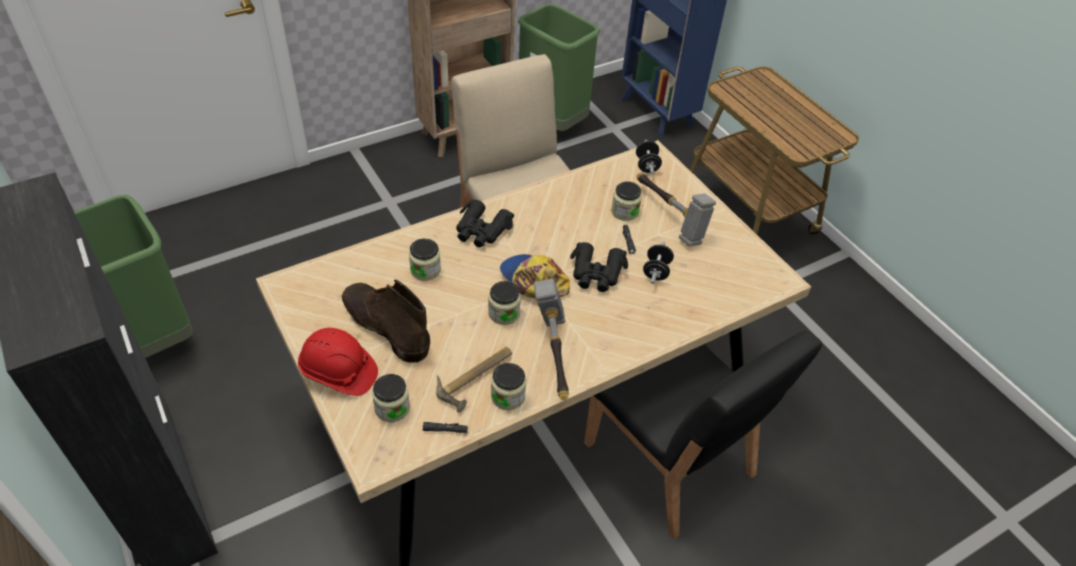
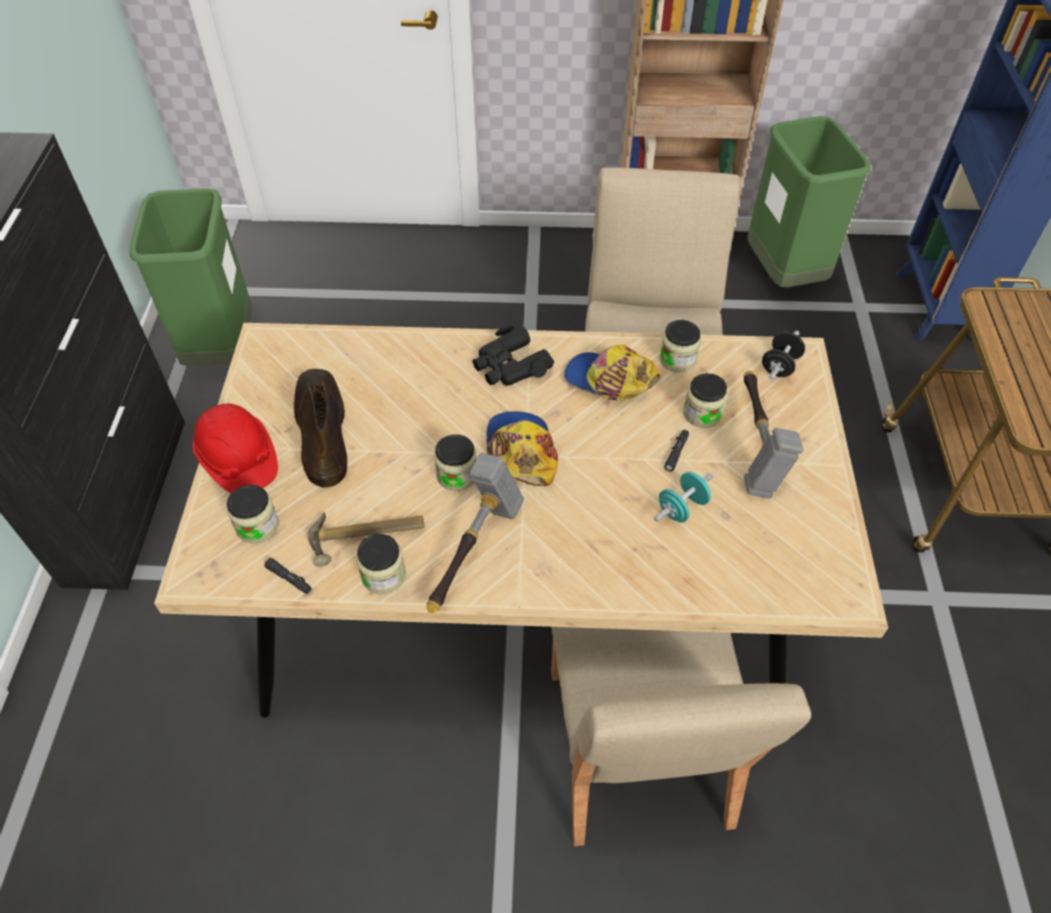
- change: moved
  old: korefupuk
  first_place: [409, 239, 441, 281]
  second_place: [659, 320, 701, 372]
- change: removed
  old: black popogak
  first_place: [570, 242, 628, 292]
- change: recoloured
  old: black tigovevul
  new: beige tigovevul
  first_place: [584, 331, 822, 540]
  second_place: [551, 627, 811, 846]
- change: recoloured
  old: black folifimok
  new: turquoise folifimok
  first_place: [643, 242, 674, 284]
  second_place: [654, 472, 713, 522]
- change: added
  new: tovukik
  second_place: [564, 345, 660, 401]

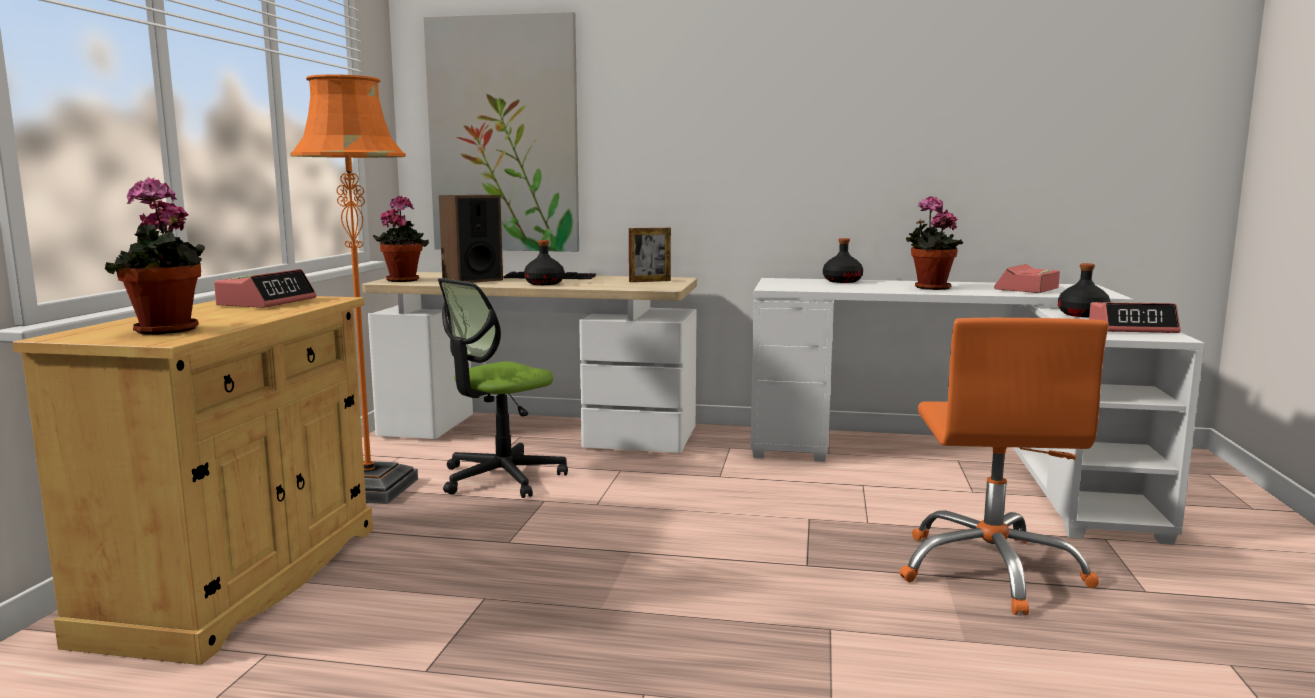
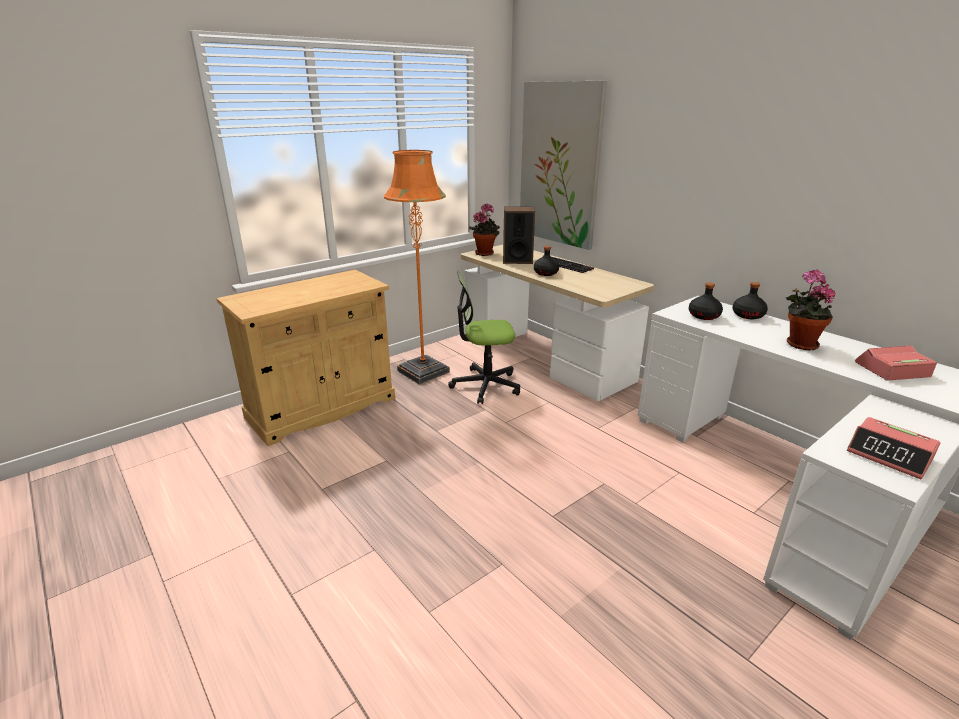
- change: removed
  old: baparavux
  first_place: [105, 177, 205, 335]
- change: removed
  old: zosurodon
  first_place: [214, 269, 316, 308]
- change: removed
  old: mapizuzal
  first_place: [629, 228, 671, 282]
- change: removed
  old: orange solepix
  first_place: [900, 318, 1108, 615]
- change: moved
  old: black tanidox
  first_place: [1058, 263, 1111, 317]
  second_place: [689, 282, 723, 320]

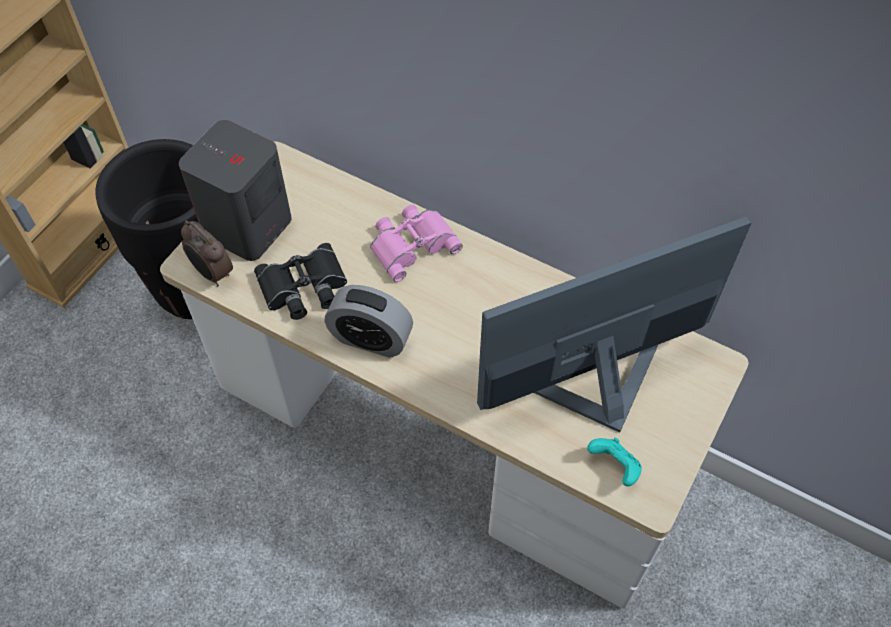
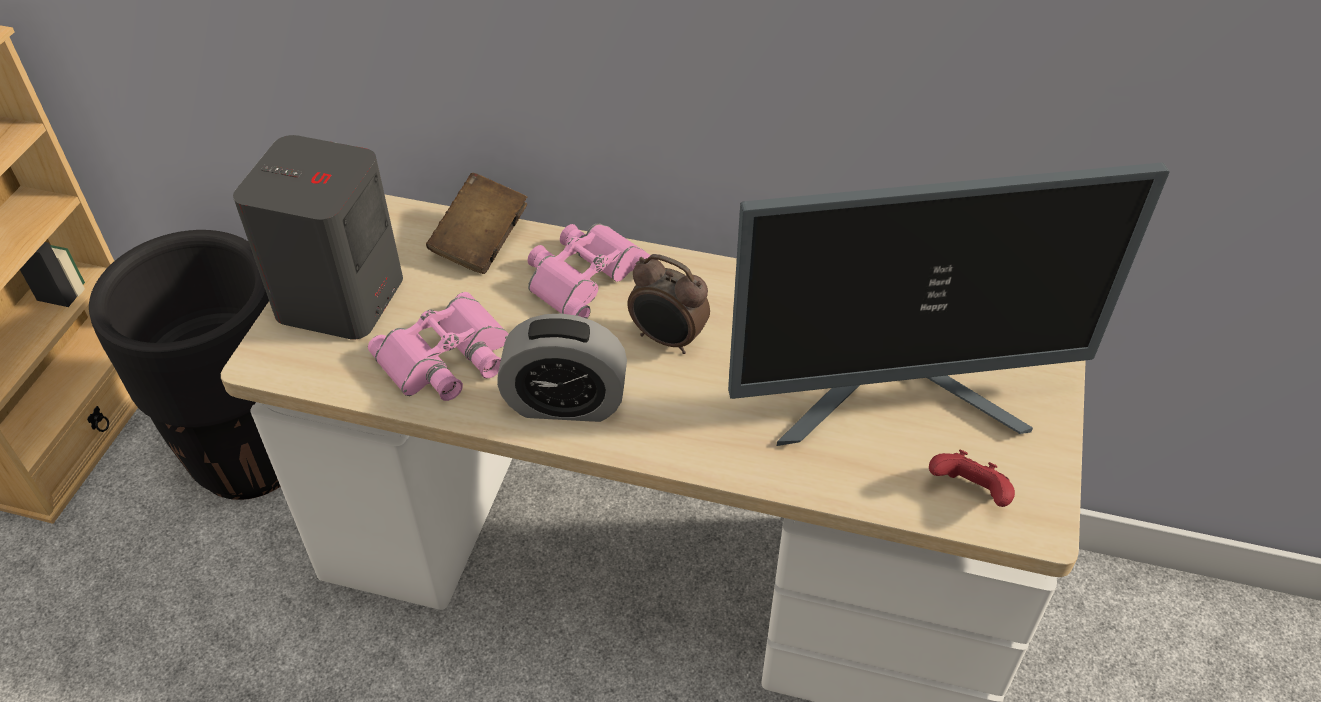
- change: moved
  old: zosurodon
  first_place: [181, 221, 233, 286]
  second_place: [627, 254, 710, 354]
- change: recoloured
  old: black popogak
  new: pink popogak
  first_place: [254, 243, 347, 320]
  second_place: [368, 292, 509, 401]
- change: turned
  old: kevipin
  first_place: [477, 217, 751, 433]
  second_place: [728, 163, 1170, 446]
  degrees: -150
- change: recoloured
  old: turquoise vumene
  new: red vumene
  first_place: [587, 438, 642, 486]
  second_place: [929, 449, 1015, 507]
- change: added
  new: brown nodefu
  second_place: [426, 173, 527, 274]

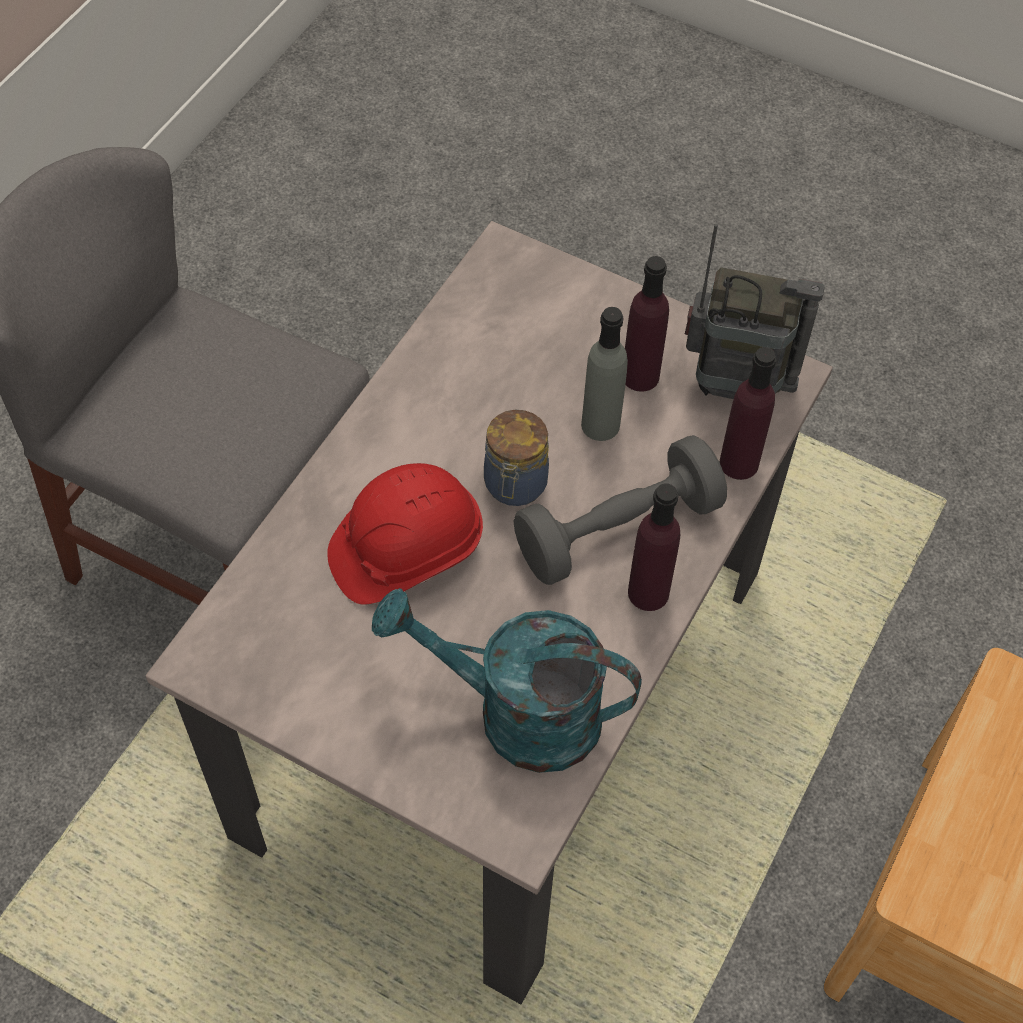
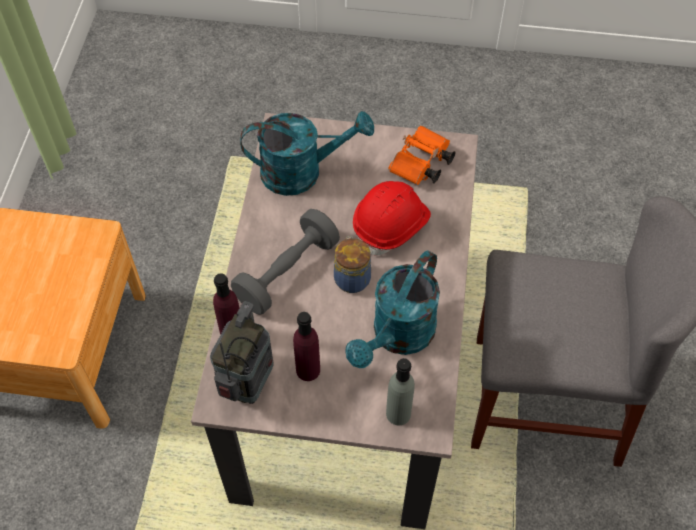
- change: moved
  old: grey tanidox
  first_place: [581, 307, 628, 441]
  second_place: [386, 358, 415, 425]
- change: removed
  old: purple tanidox
  first_place: [628, 484, 680, 611]
- change: turned
  old: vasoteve
  first_place: [685, 224, 825, 399]
  second_place: [210, 301, 274, 404]
  degrees: 120
- change: added
  new: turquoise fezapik
  second_place: [345, 250, 440, 368]
- change: added
  new: orange popogak
  second_place: [389, 126, 455, 185]

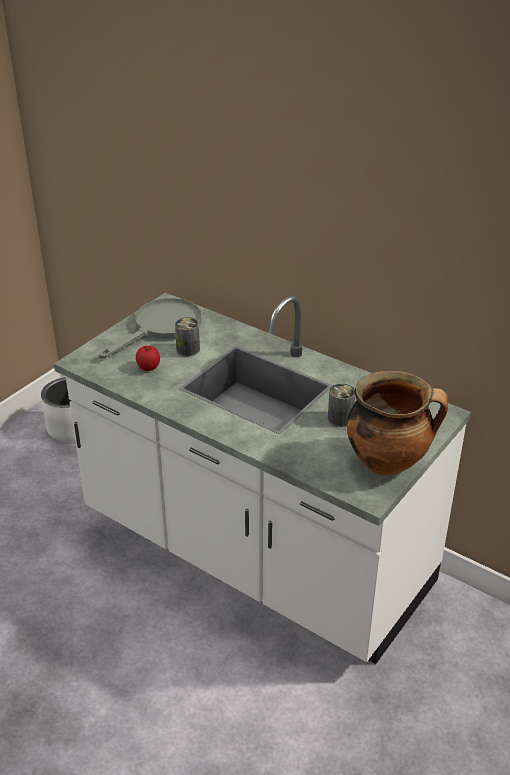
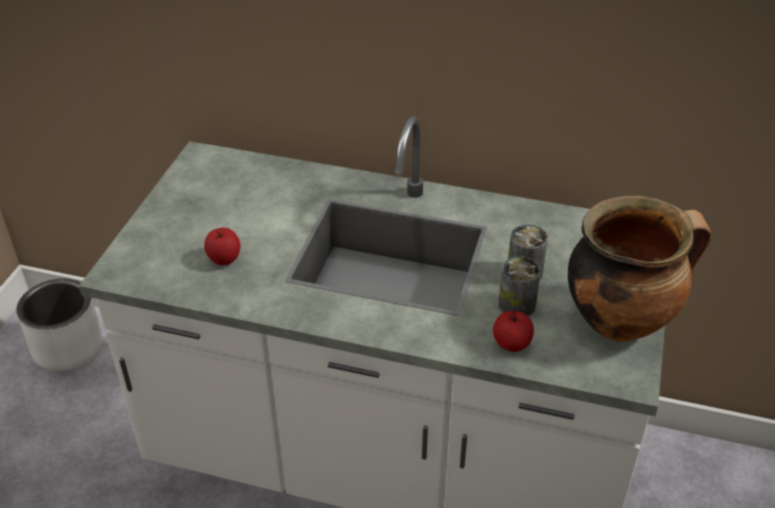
- change: removed
  old: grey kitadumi
  first_place: [99, 298, 202, 359]
- change: moved
  old: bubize
  first_place: [175, 317, 200, 356]
  second_place: [498, 256, 541, 317]
- change: added
  new: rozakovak
  second_place: [493, 310, 534, 352]

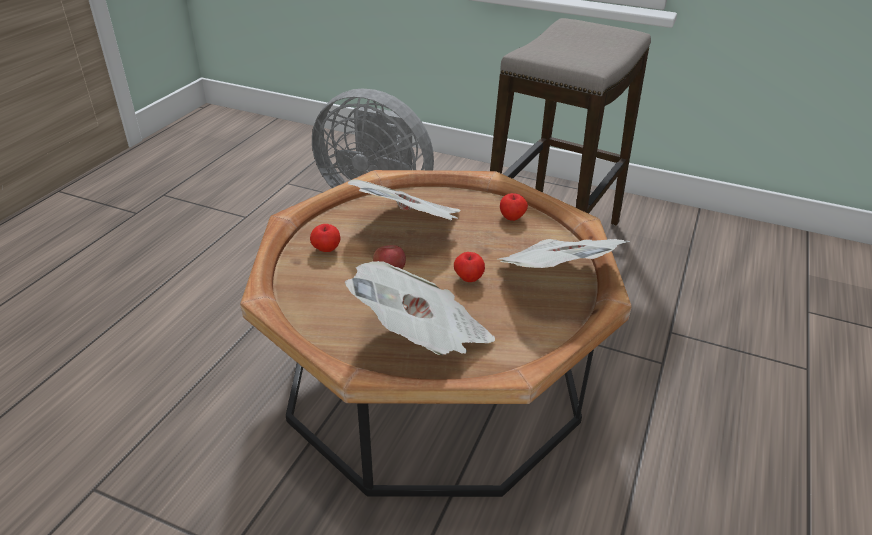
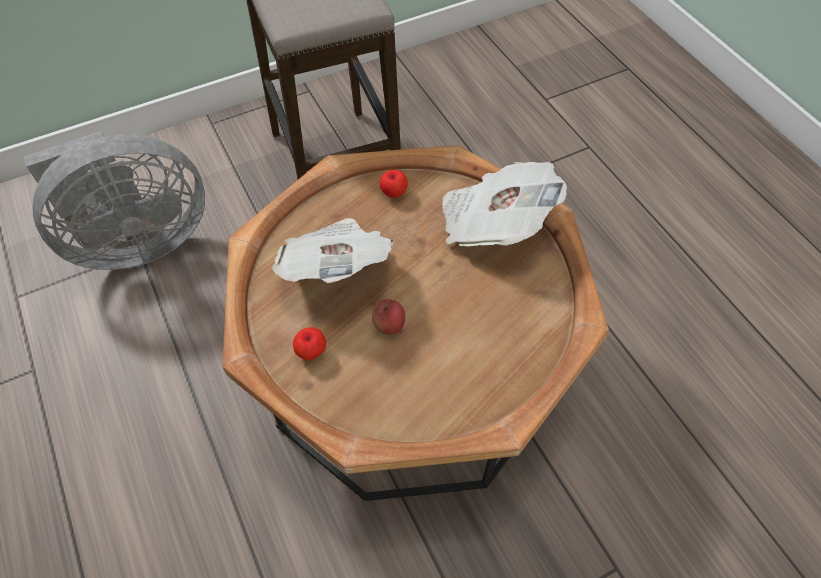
- change: removed
  old: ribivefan
  first_place: [345, 261, 495, 355]
- change: removed
  old: rozakovak
  first_place: [454, 252, 485, 282]

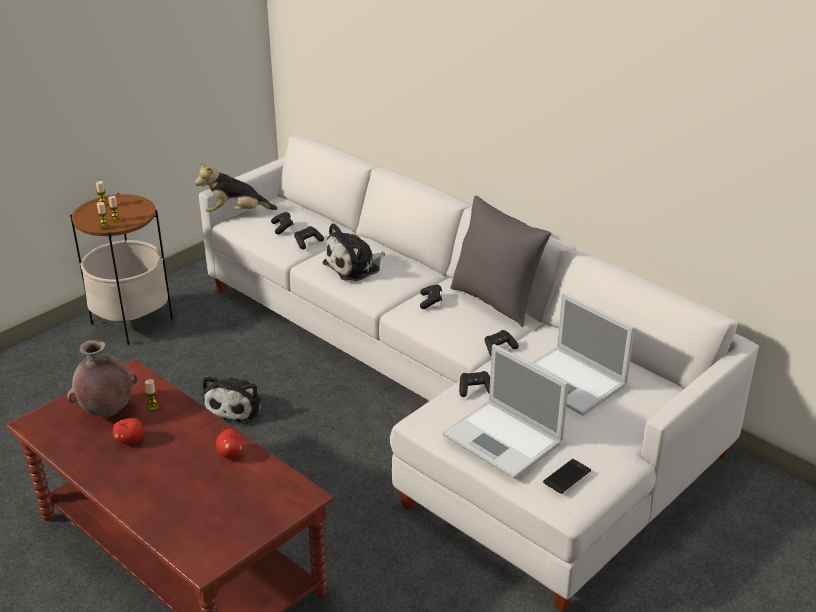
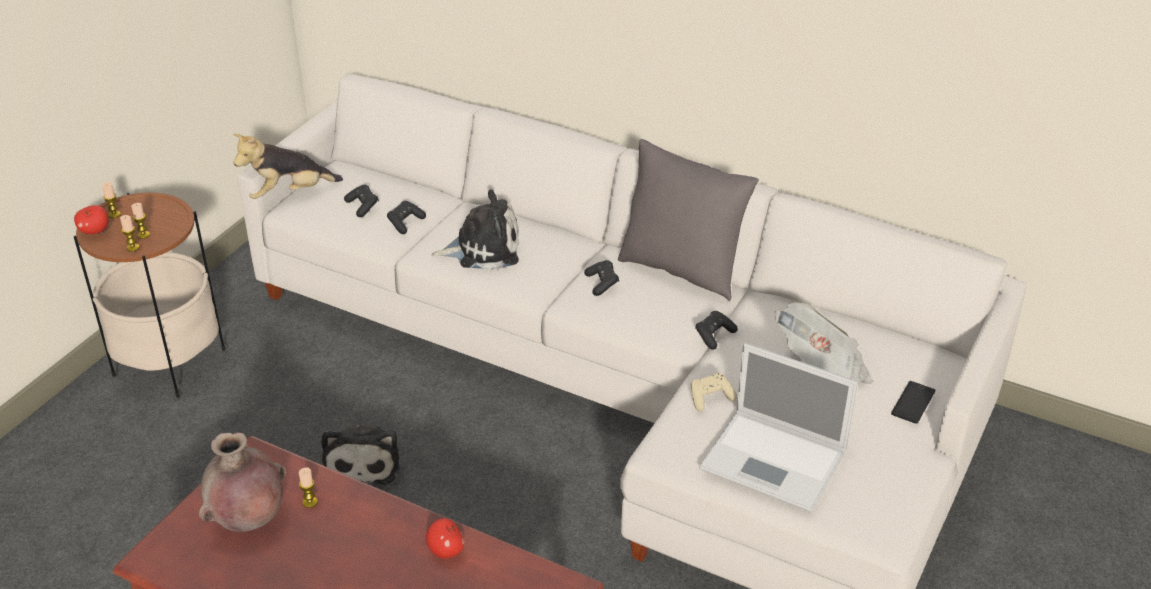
- change: moved
  old: rozakovak
  first_place: [113, 418, 143, 445]
  second_place: [74, 205, 109, 234]
- change: turned
  old: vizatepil
  first_place: [323, 223, 385, 281]
  second_place: [431, 189, 519, 270]
  degrees: -135
- change: recoloured
  old: black vumene
  new: beige vumene
  first_place: [459, 371, 490, 397]
  second_place: [691, 373, 737, 411]
- change: replaced
  old: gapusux
  new: ribivefan
  first_place: [532, 293, 635, 416]
  second_place: [774, 303, 873, 384]
- change: moved
  old: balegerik
  first_place: [543, 459, 591, 494]
  second_place: [891, 381, 936, 424]

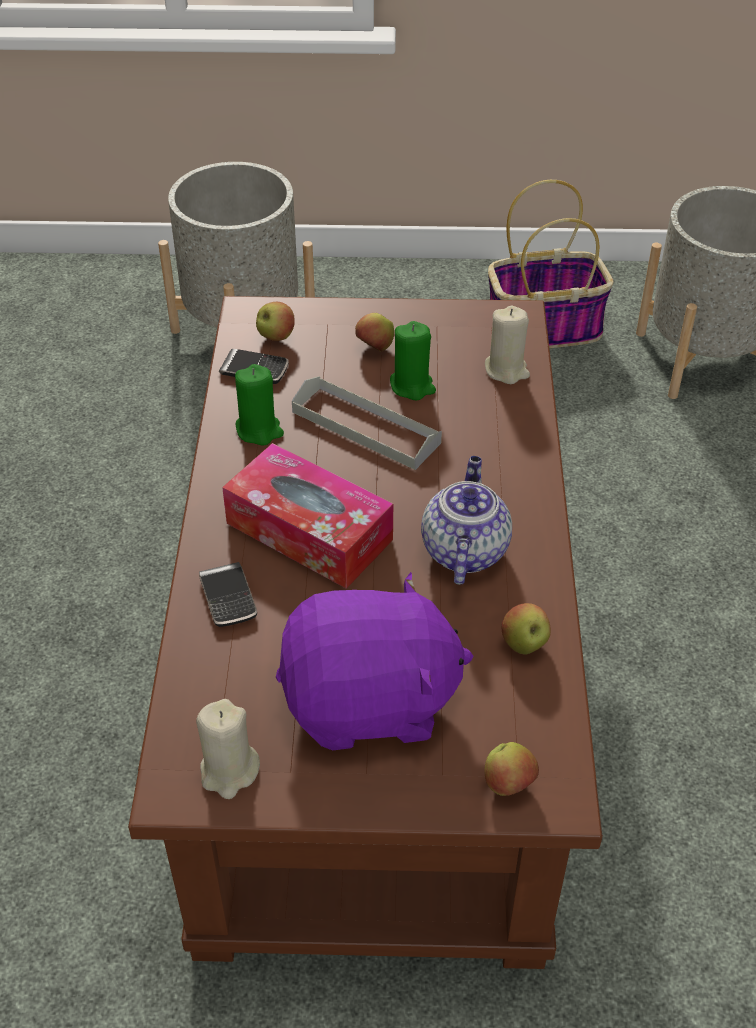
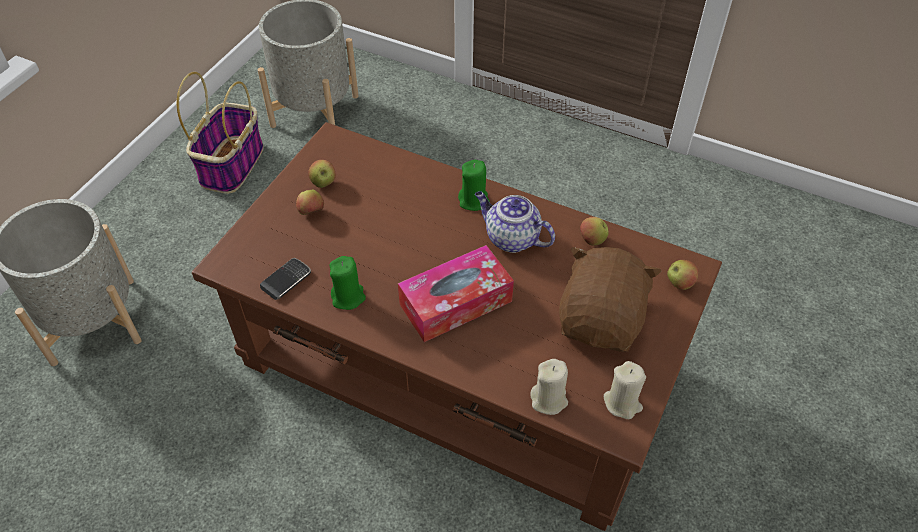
- change: removed
  old: balegerik
  first_place: [199, 562, 257, 627]
- change: moved
  old: rozakovak
  first_place: [256, 302, 295, 341]
  second_place: [308, 160, 336, 188]
- change: recoloured
  old: purple vizatepil
  new: brown vizatepil
  first_place: [276, 572, 473, 750]
  second_place: [559, 247, 662, 352]
- change: removed
  old: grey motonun
  first_place: [292, 376, 442, 470]
- change: moved
  old: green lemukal
  first_place: [390, 321, 436, 401]
  second_place: [458, 160, 490, 211]
- change: moved
  old: beige lemukal
  first_place: [485, 306, 530, 384]
  second_place: [530, 359, 568, 415]

